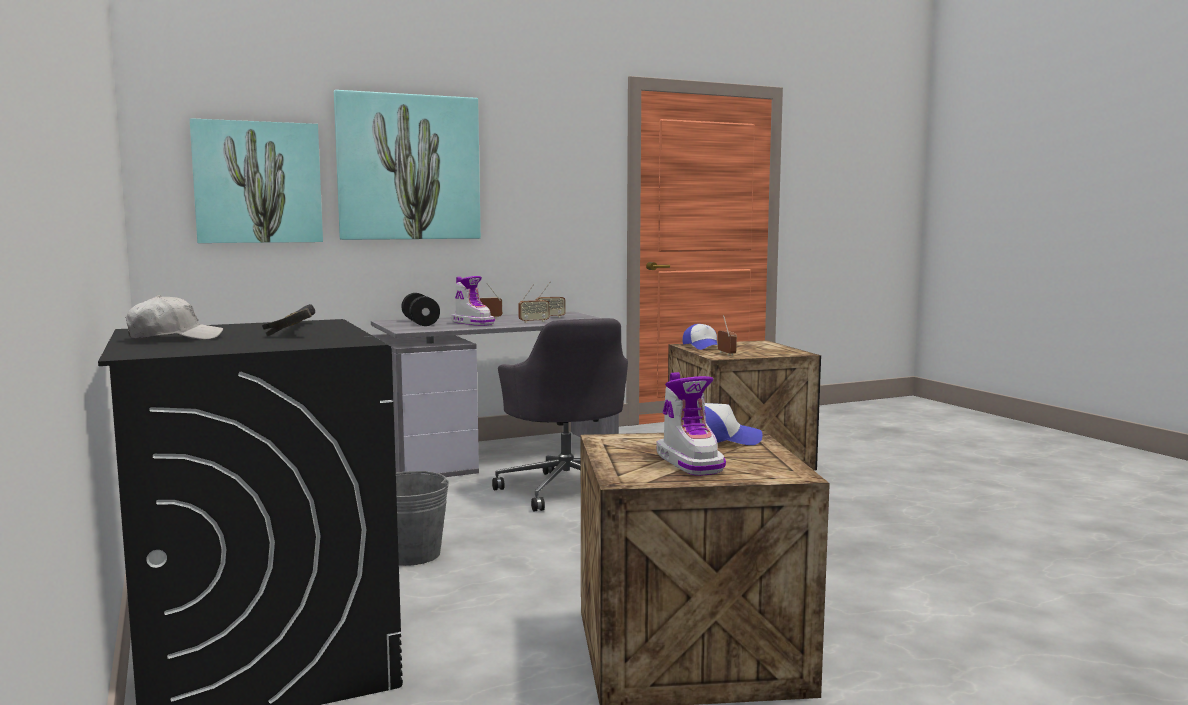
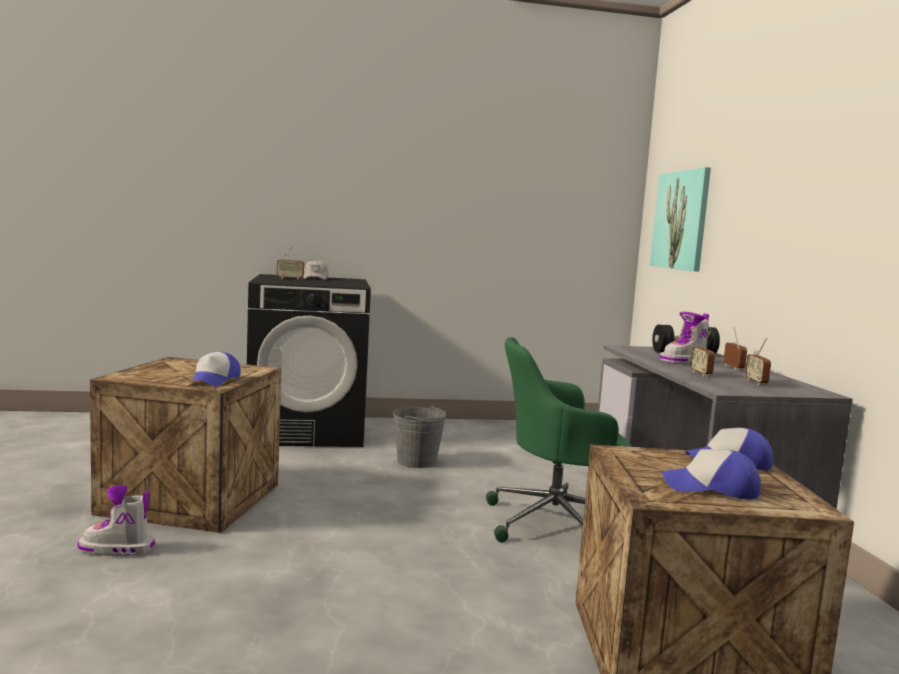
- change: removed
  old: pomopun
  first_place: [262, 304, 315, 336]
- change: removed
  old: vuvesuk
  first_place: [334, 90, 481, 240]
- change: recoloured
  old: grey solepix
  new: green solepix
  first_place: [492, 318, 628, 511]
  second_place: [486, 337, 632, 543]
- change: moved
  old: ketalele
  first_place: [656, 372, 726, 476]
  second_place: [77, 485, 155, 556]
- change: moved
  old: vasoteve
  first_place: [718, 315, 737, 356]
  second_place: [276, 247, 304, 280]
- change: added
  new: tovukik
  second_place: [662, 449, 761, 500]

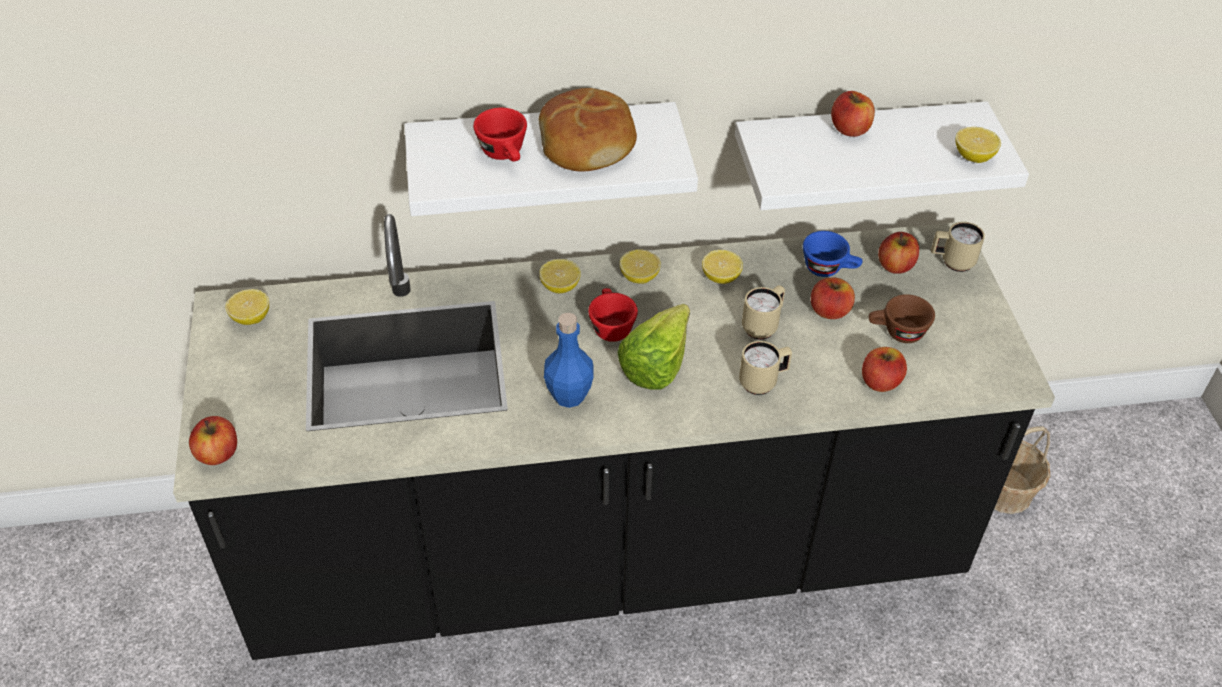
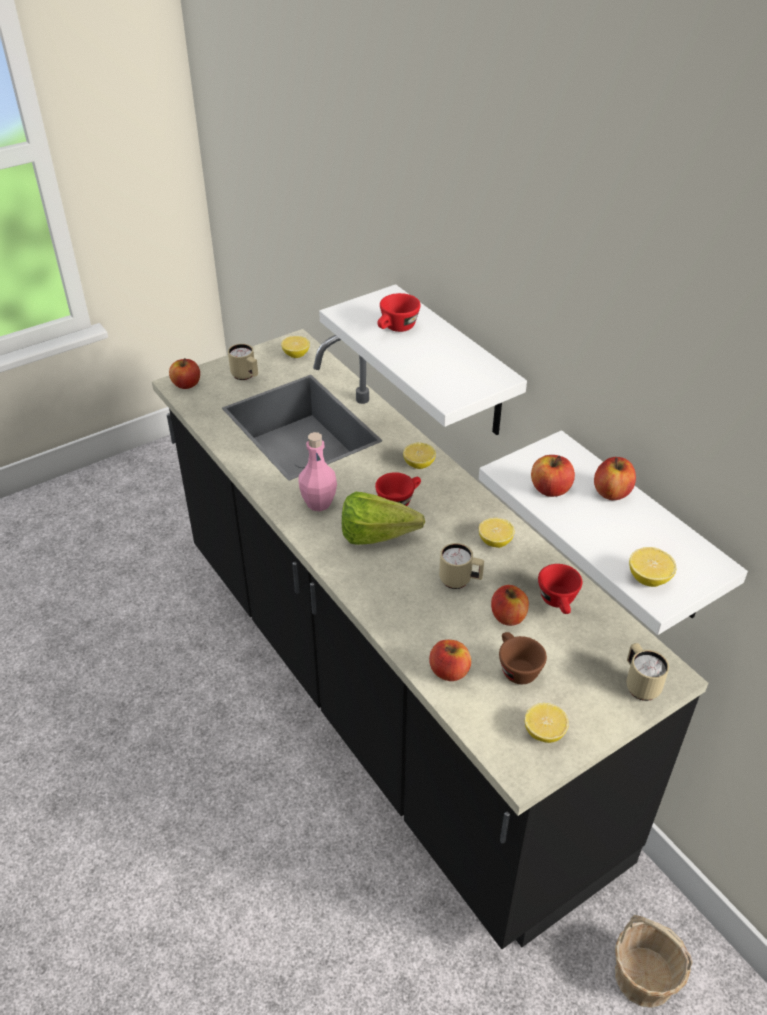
- change: removed
  old: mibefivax
  first_place: [539, 88, 637, 171]
- change: recoloured
  old: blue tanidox
  new: pink tanidox
  first_place: [544, 313, 594, 408]
  second_place: [298, 432, 337, 511]
- change: moved
  old: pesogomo
  first_place: [620, 249, 661, 284]
  second_place: [525, 703, 569, 743]
- change: moved
  old: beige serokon
  first_place: [739, 341, 792, 395]
  second_place: [228, 344, 258, 380]
- change: recoloured
  old: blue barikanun
  new: red barikanun
  first_place: [803, 231, 863, 277]
  second_place: [538, 564, 582, 614]
- change: moved
  old: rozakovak
  first_place: [878, 232, 919, 274]
  second_place: [531, 455, 575, 497]

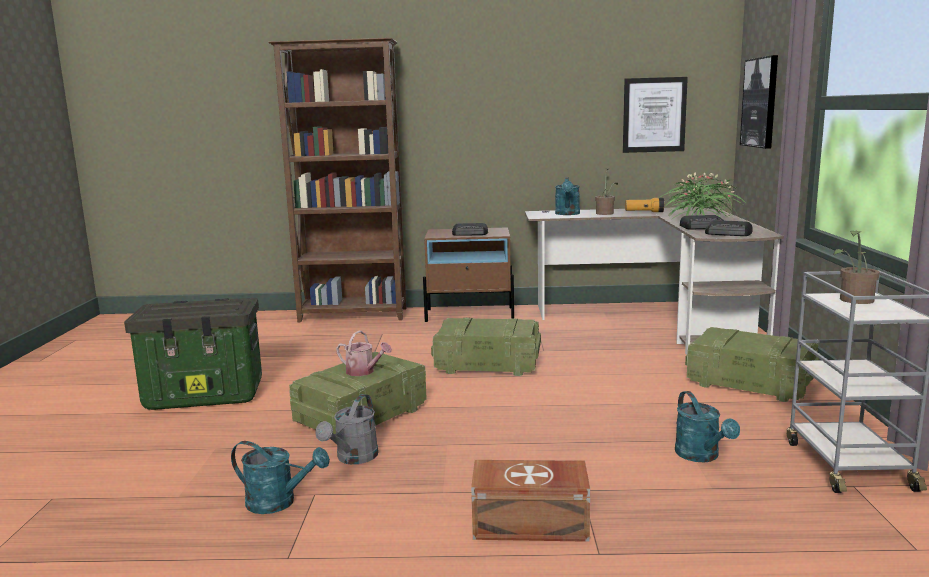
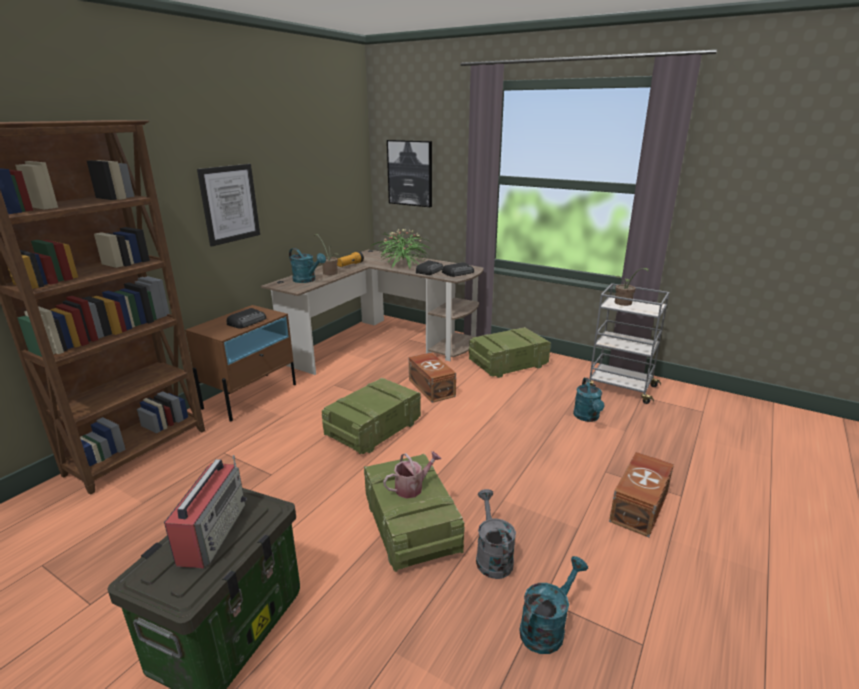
- change: turned
  old: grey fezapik
  first_place: [315, 394, 379, 464]
  second_place: [476, 489, 516, 579]
  degrees: -150
- change: moved
  old: vuvesuk
  first_place: [623, 77, 688, 153]
  second_place: [197, 164, 260, 246]
- change: turned
  old: turquoise fezapik
  first_place: [675, 391, 740, 462]
  second_place: [573, 378, 605, 422]
  degrees: 75
- change: added
  new: vasoteve
  second_place: [164, 455, 247, 568]
- change: added
  new: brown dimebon
  second_place: [409, 352, 456, 403]

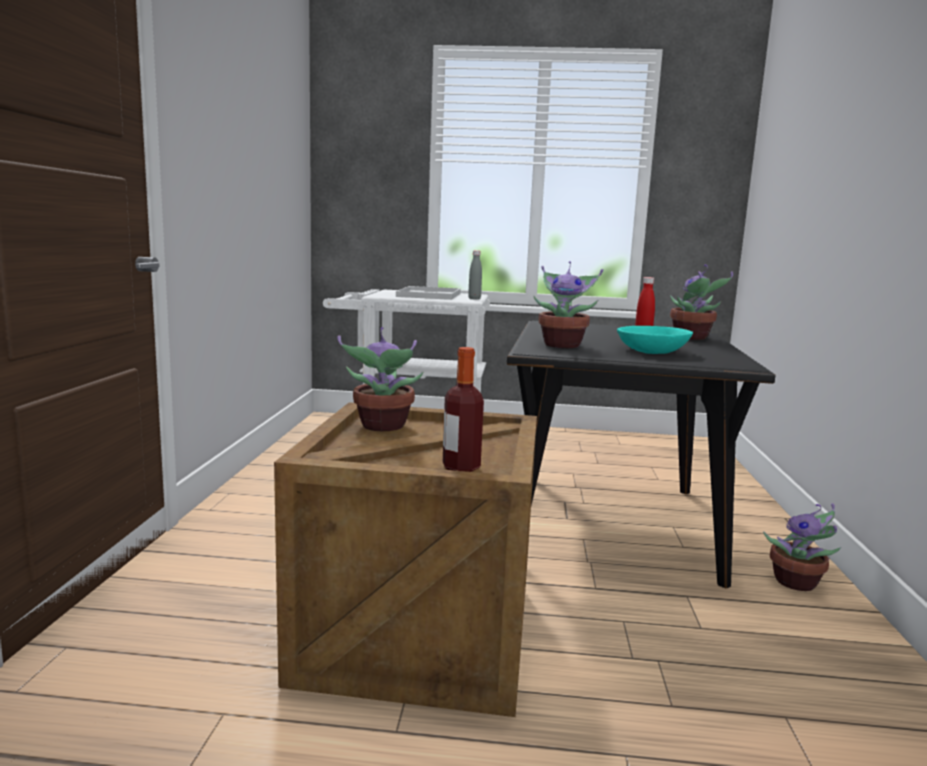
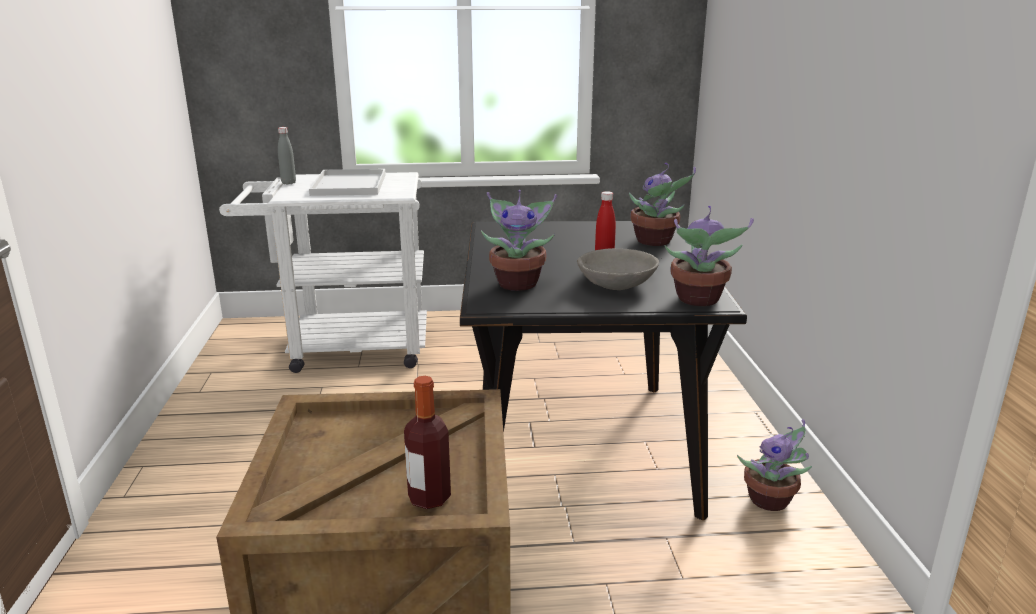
- change: moved
  old: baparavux
  first_place: [337, 327, 424, 431]
  second_place: [665, 205, 754, 306]
- change: moved
  old: grey tanidox
  first_place: [468, 250, 482, 300]
  second_place: [278, 127, 296, 184]
- change: recoloured
  old: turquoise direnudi
  new: grey direnudi
  first_place: [617, 326, 693, 354]
  second_place: [577, 248, 659, 290]

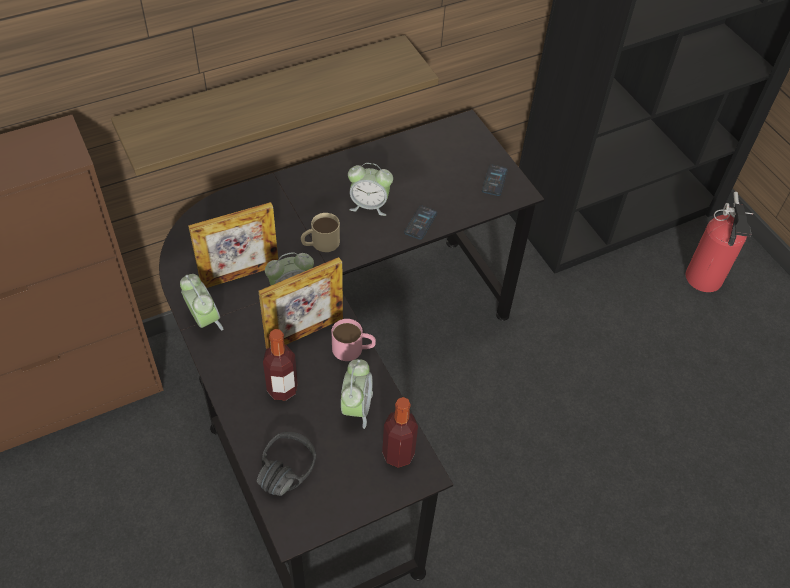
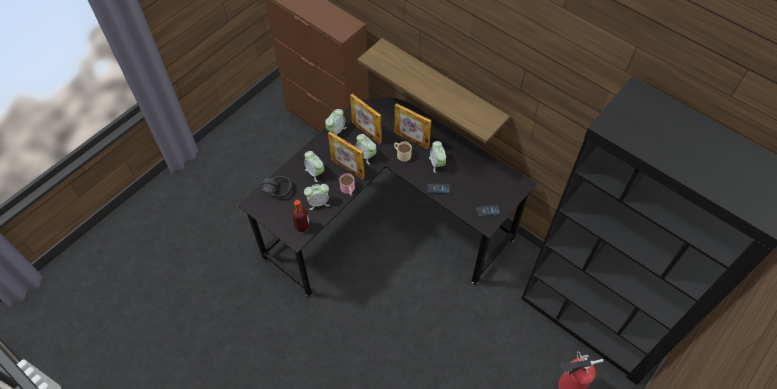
- change: replaced
  old: tanidox
  new: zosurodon
  first_place: [263, 329, 298, 401]
  second_place: [304, 151, 324, 182]
- change: added
  new: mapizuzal
  second_place: [395, 103, 432, 149]

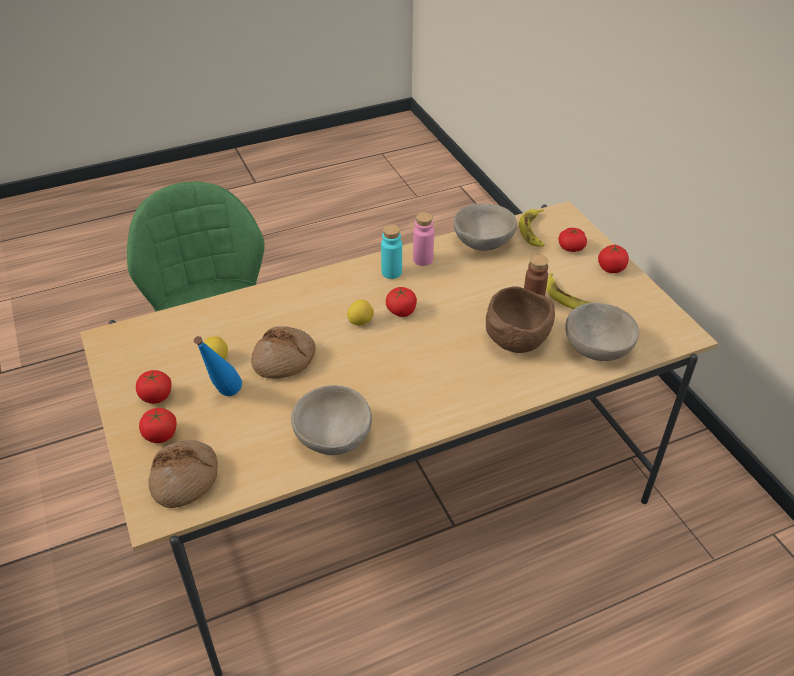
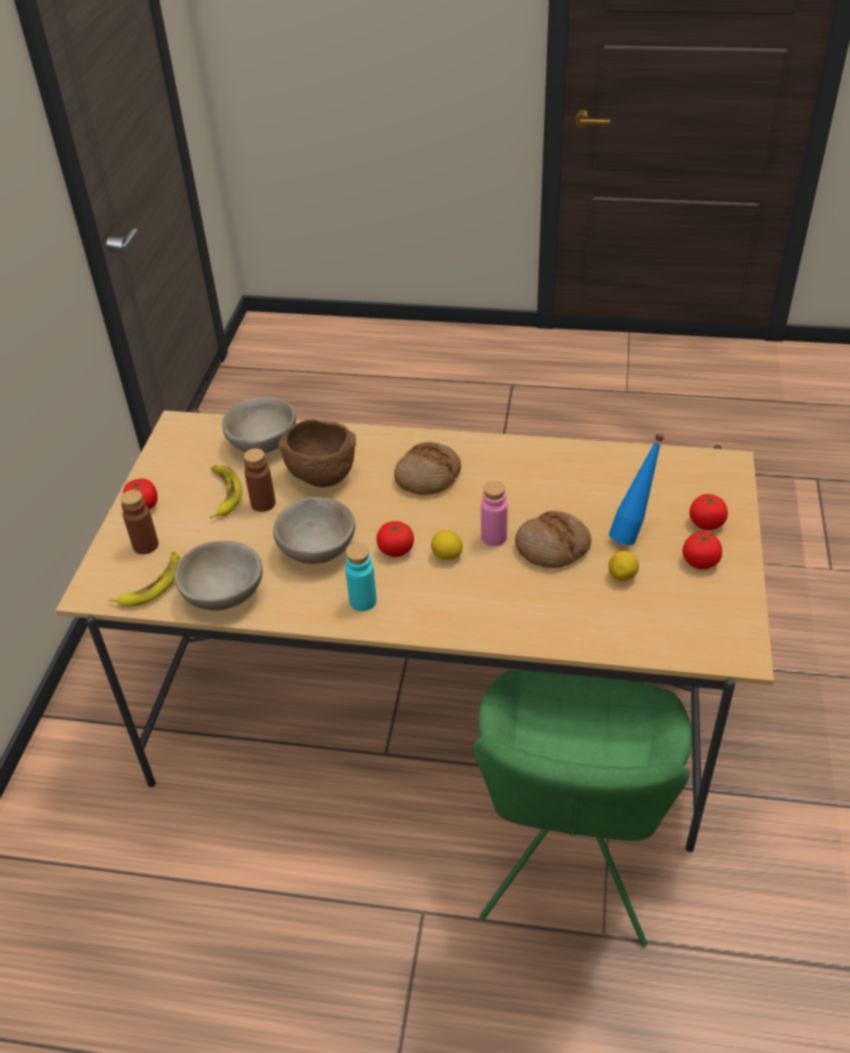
- change: moved
  old: mibefivax
  first_place: [148, 440, 218, 508]
  second_place: [394, 442, 461, 495]
- change: moved
  old: beige direnudi
  first_place: [291, 385, 372, 455]
  second_place: [273, 497, 355, 564]
- change: moved
  old: pink tanidox
  first_place: [413, 212, 434, 266]
  second_place: [481, 481, 508, 546]
- change: replaced
  old: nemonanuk
  new: brown tanidox
  first_place: [558, 228, 587, 252]
  second_place: [120, 490, 159, 554]

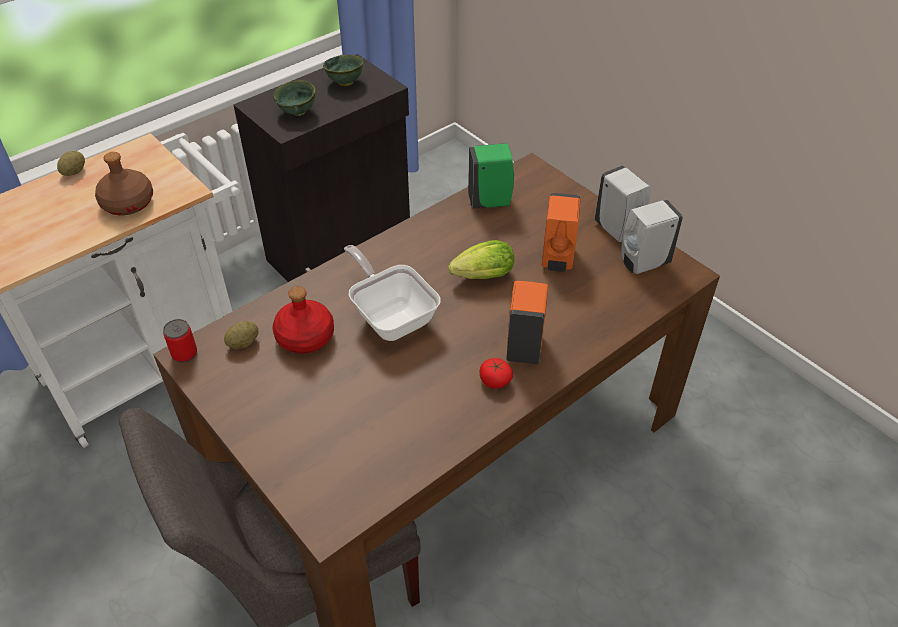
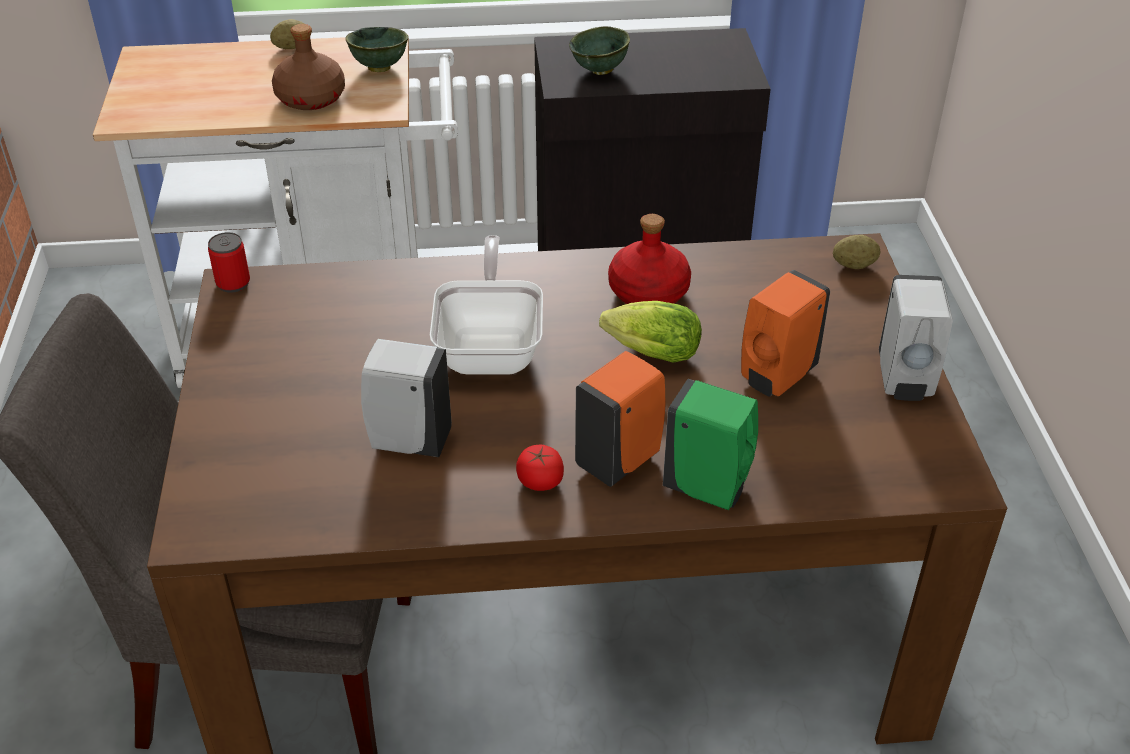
- change: moved
  old: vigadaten
  first_place: [224, 321, 258, 349]
  second_place: [833, 235, 881, 269]
- change: moved
  old: red tanidox
  first_place: [273, 286, 334, 354]
  second_place: [608, 214, 691, 304]
- change: moved
  old: green direnudi
  first_place: [323, 55, 364, 86]
  second_place: [346, 27, 408, 72]
- change: moved
  old: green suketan
  first_place: [468, 143, 514, 209]
  second_place: [663, 379, 758, 510]
- change: moved
  old: white suketan
  first_place: [621, 200, 683, 274]
  second_place: [361, 339, 452, 457]

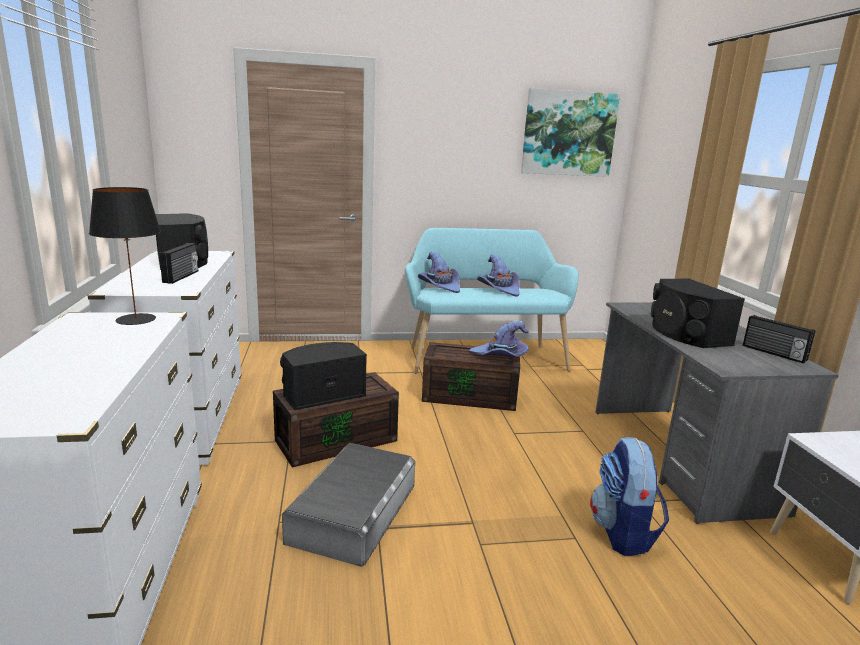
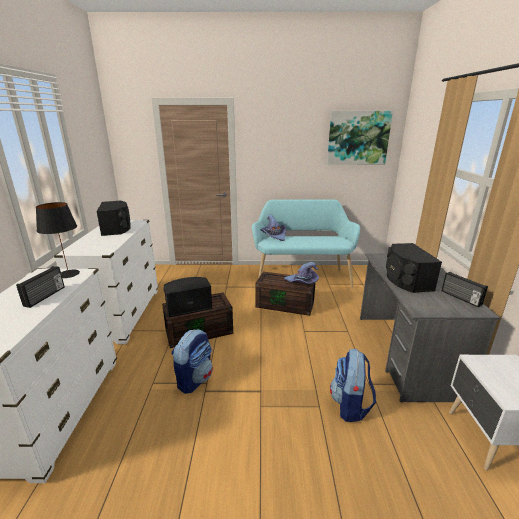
- change: moved
  old: vasoteve
  first_place: [159, 243, 198, 284]
  second_place: [16, 266, 65, 308]
- change: replaced
  old: grey dimebon
  new: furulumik
  first_place: [282, 443, 415, 567]
  second_place: [171, 329, 213, 394]
- change: removed
  old: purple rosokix
  first_place: [477, 254, 520, 297]

